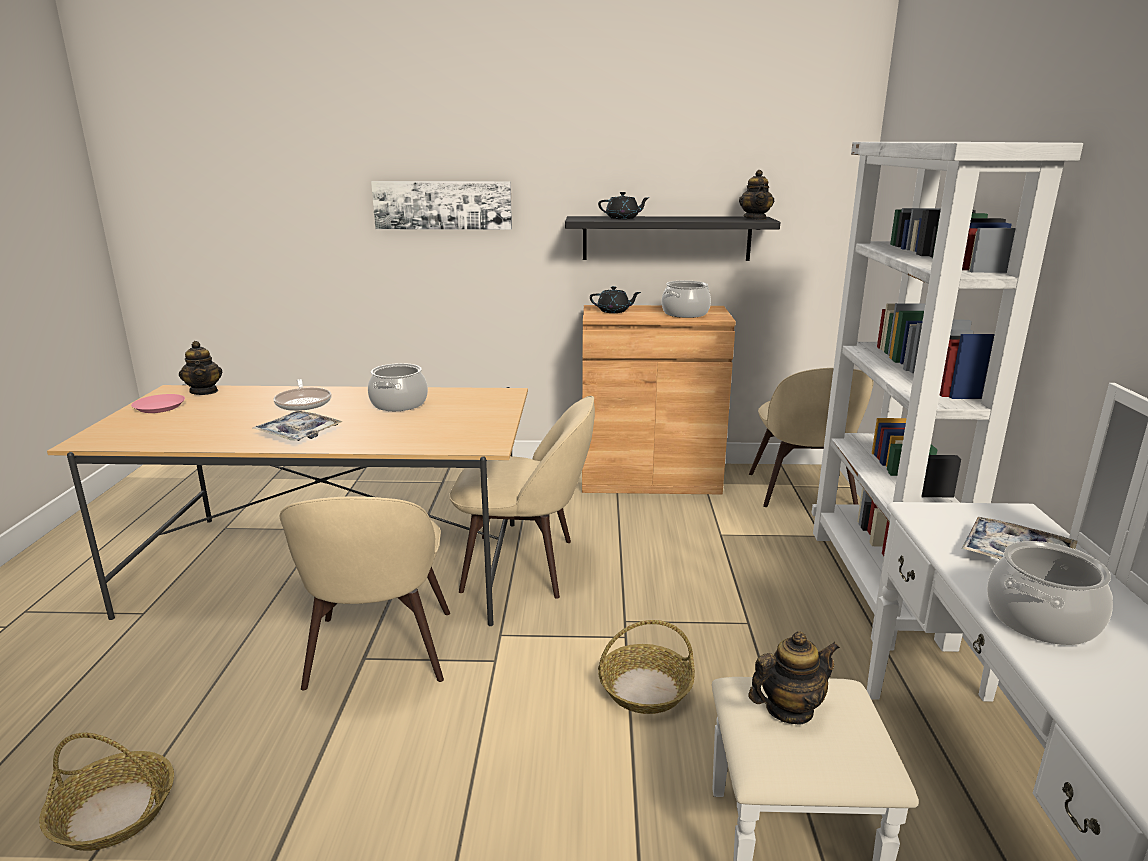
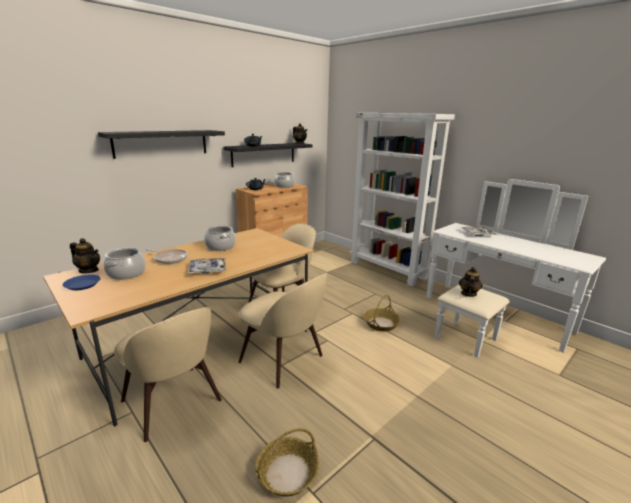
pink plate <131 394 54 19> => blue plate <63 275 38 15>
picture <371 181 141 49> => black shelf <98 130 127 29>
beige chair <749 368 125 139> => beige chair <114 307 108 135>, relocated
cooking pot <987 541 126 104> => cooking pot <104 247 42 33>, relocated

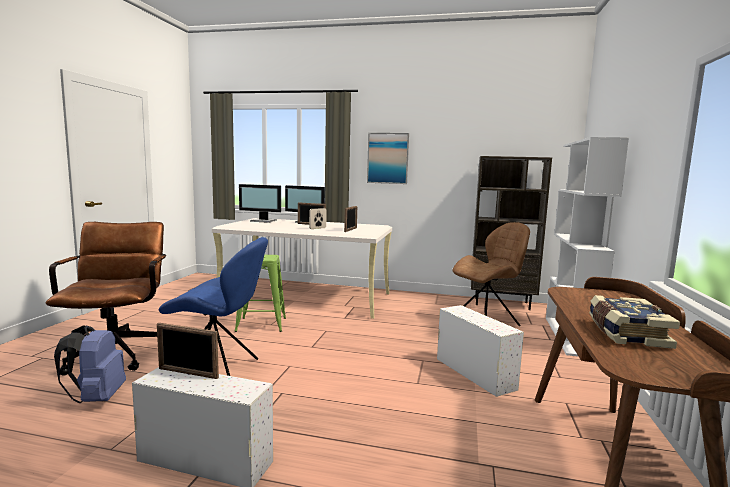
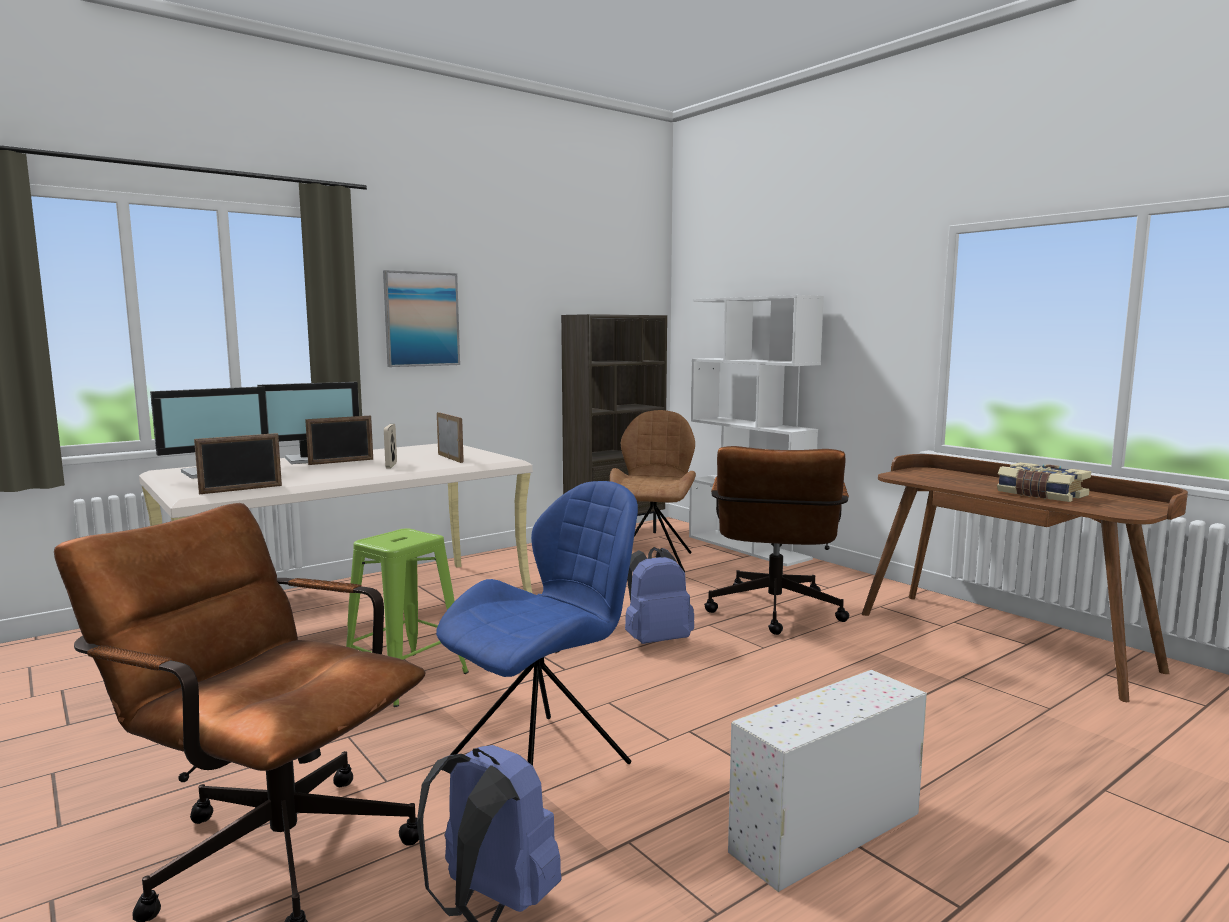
picture frame <157 323 62 56> => picture frame <194 433 88 62>, relocated
white storage box <437 305 87 92> => brown office chair <704 446 145 189>
nothing => blue backpack <625 547 69 97>

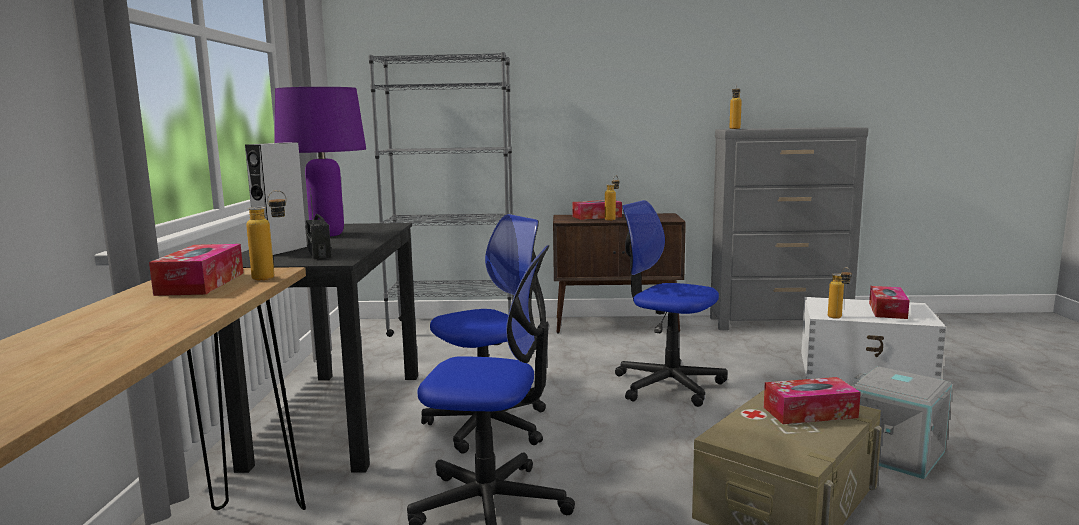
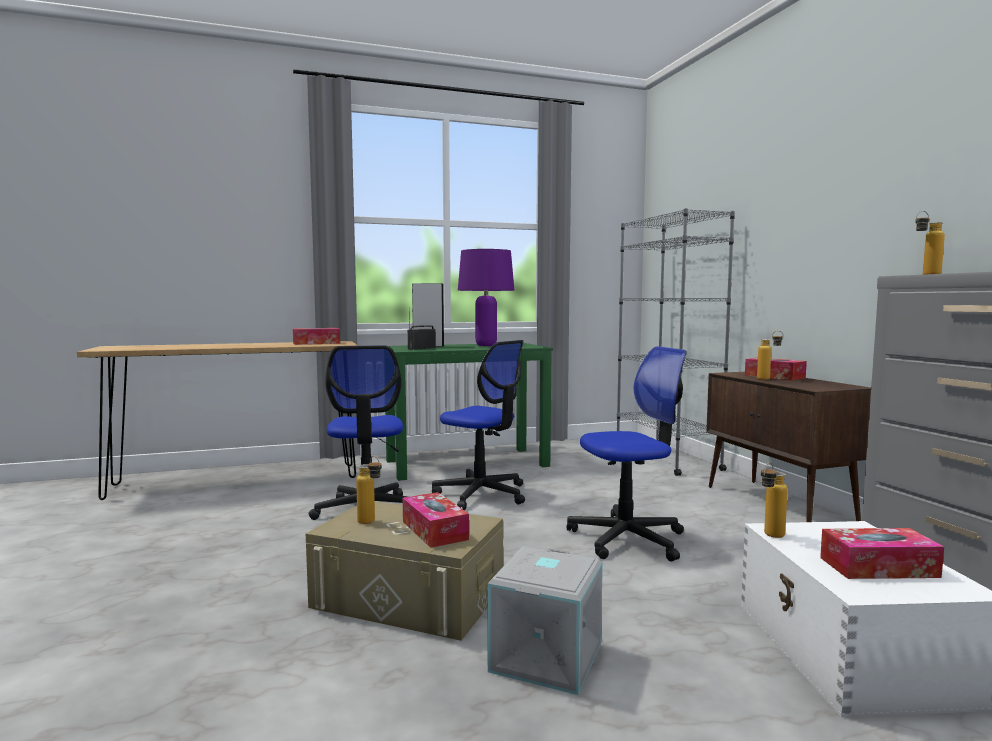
black desk <218 223 200 250> => green desk <385 343 168 138>
bottle <246 190 41 90> => bottle <356 456 25 68>, relocated
office chair <615 200 113 207> => office chair <566 346 121 216>, 60 degrees clockwise

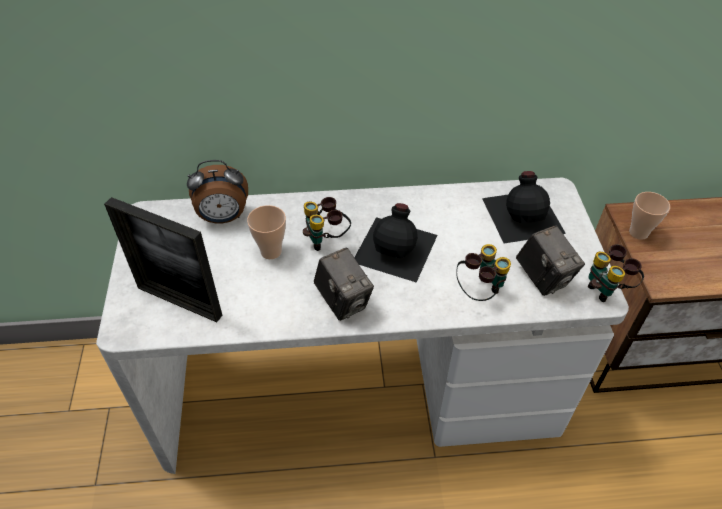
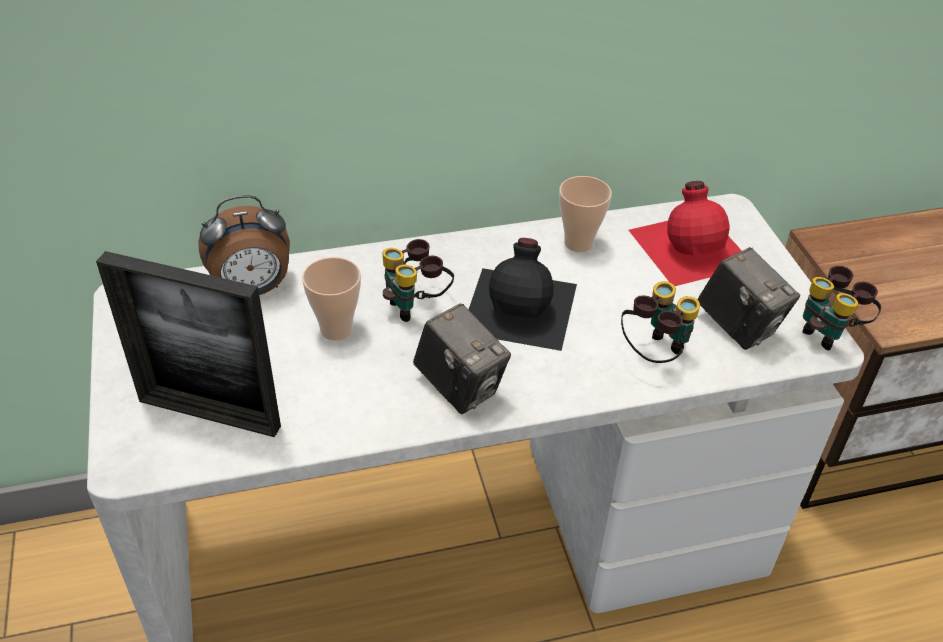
black bottle <482 171 84 73> => red bottle <629 181 113 105>
cup <629 192 41 48> => cup <559 176 53 76>, relocated

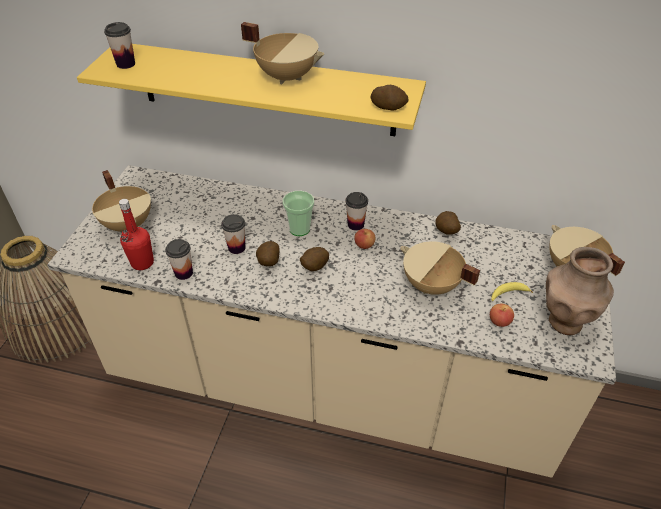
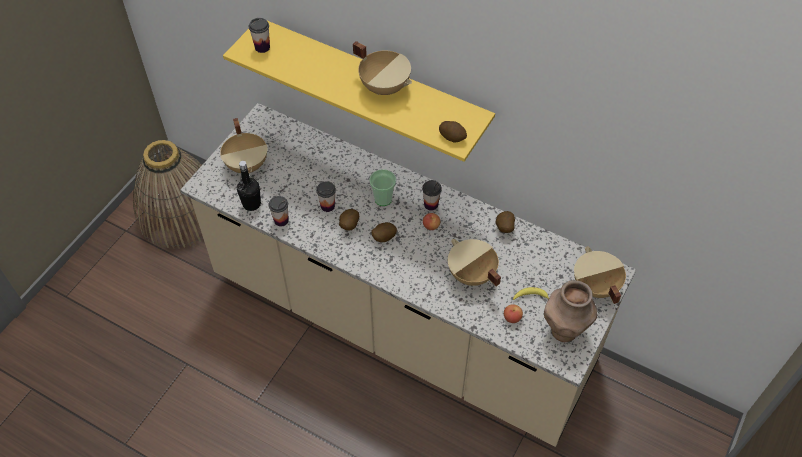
red bottle <119 199 35 71> => black bottle <237 161 24 50>

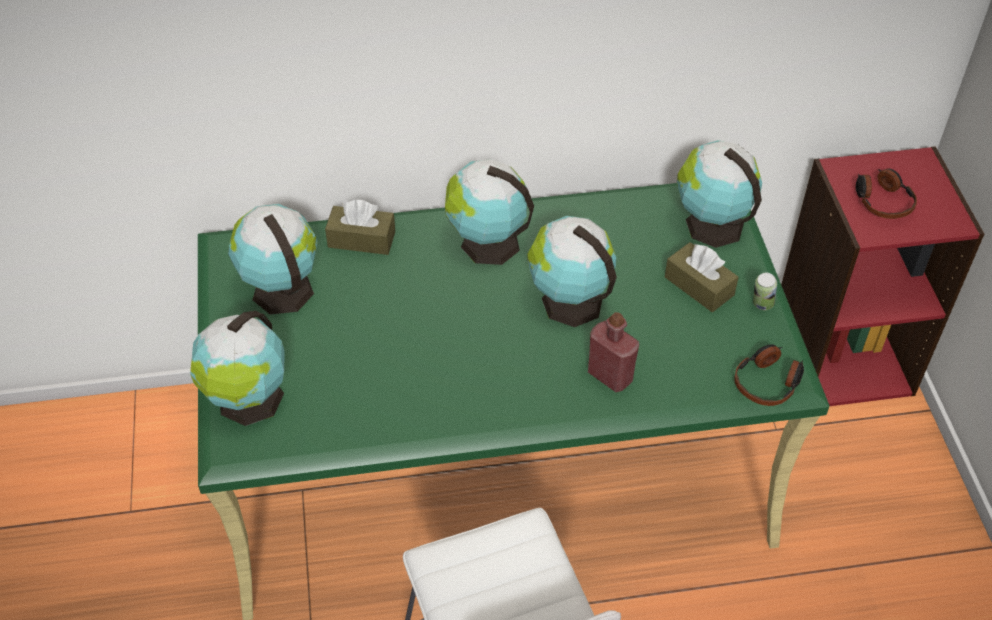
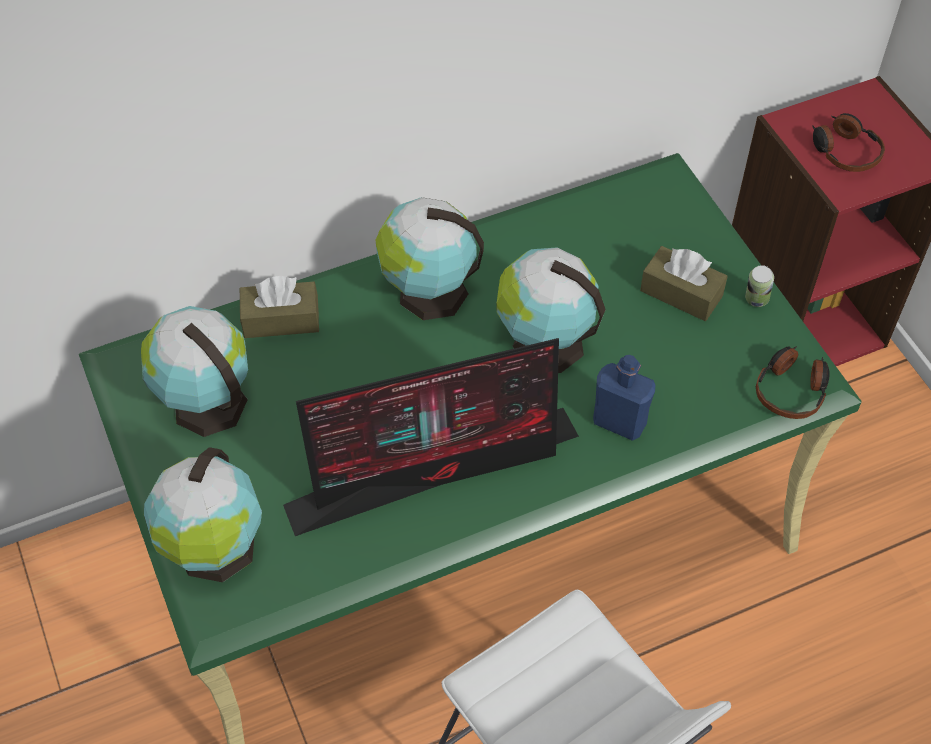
red bottle <588 312 51 80> => blue bottle <593 355 62 86>
globe <677 140 85 108> => nothing
nothing => monitor <283 338 296 198>

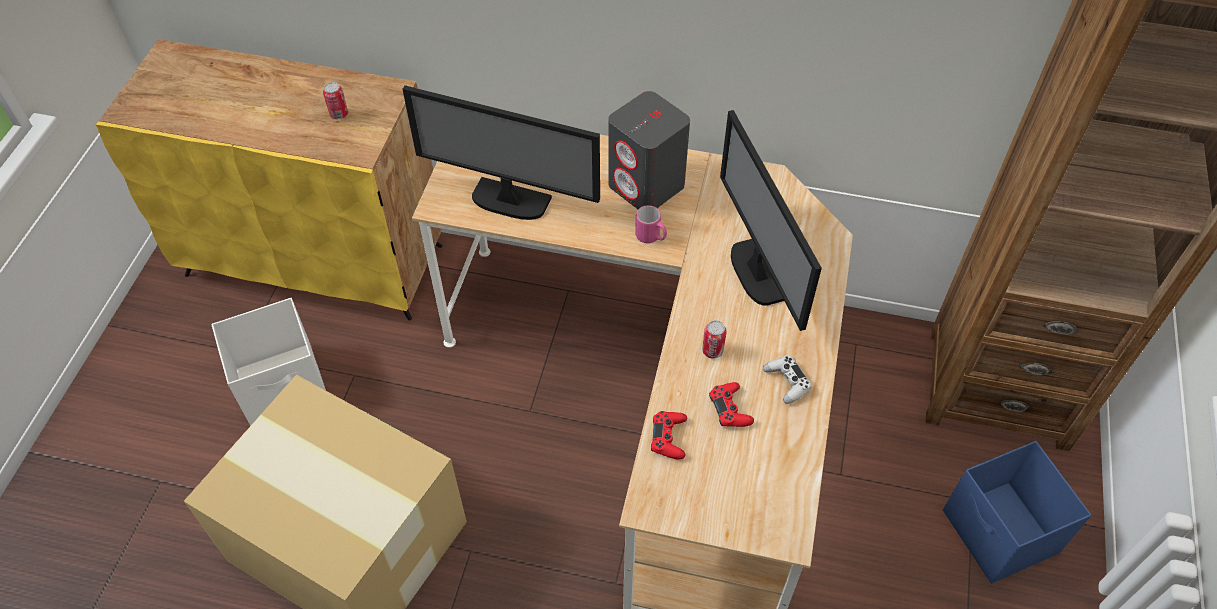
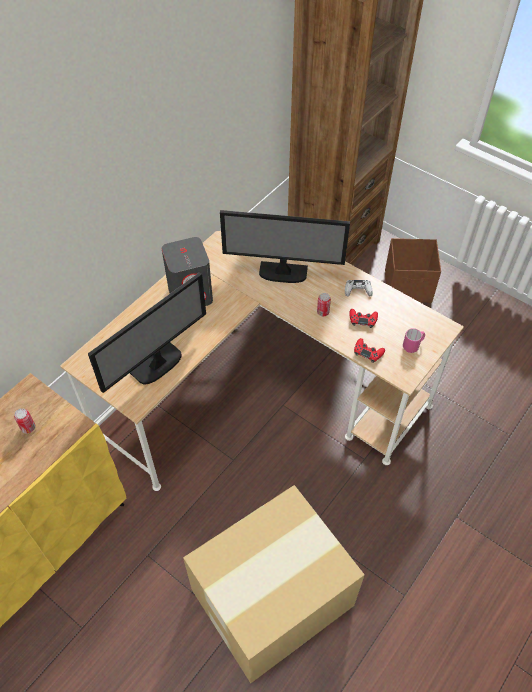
white storage box <211 298 115 128> => nothing
pink mug <635 205 32 38> => pink mug <403 328 22 25>, relocated
blue storage box <943 441 148 143> => brown storage box <385 238 56 65>

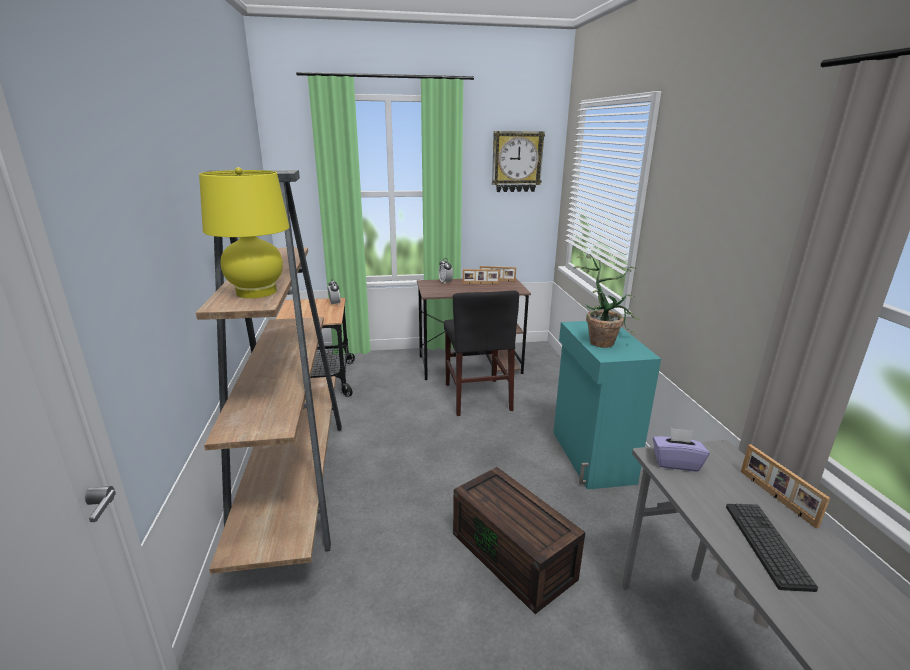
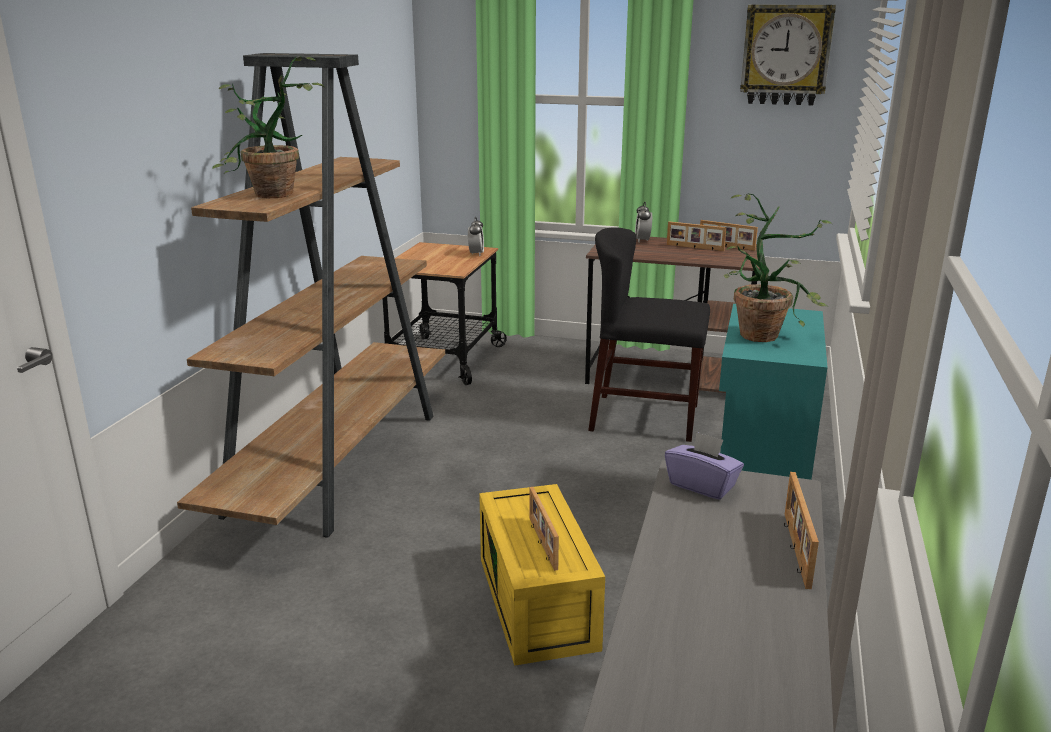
yellow table lamp <199 167 90 131> => potted plant <212 56 113 142>
black chair <444 290 75 126> => black chair <588 227 122 215>, 90 degrees clockwise
brown storage box <453 467 132 147> => yellow storage box <479 484 126 182>
keyboard <726 504 92 88> => nothing
nothing => picture frame <530 487 29 84>

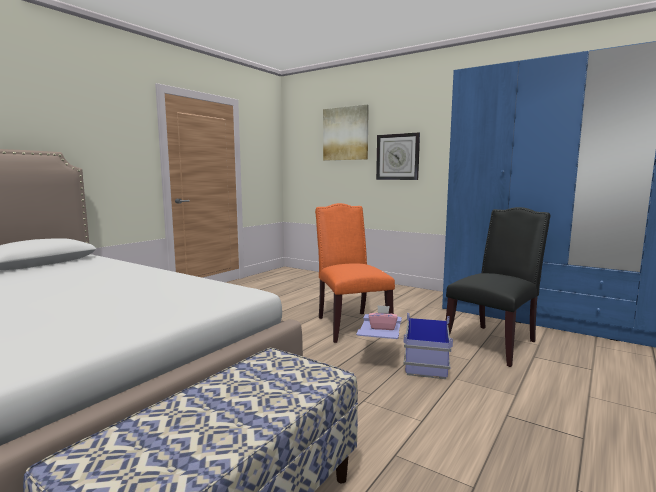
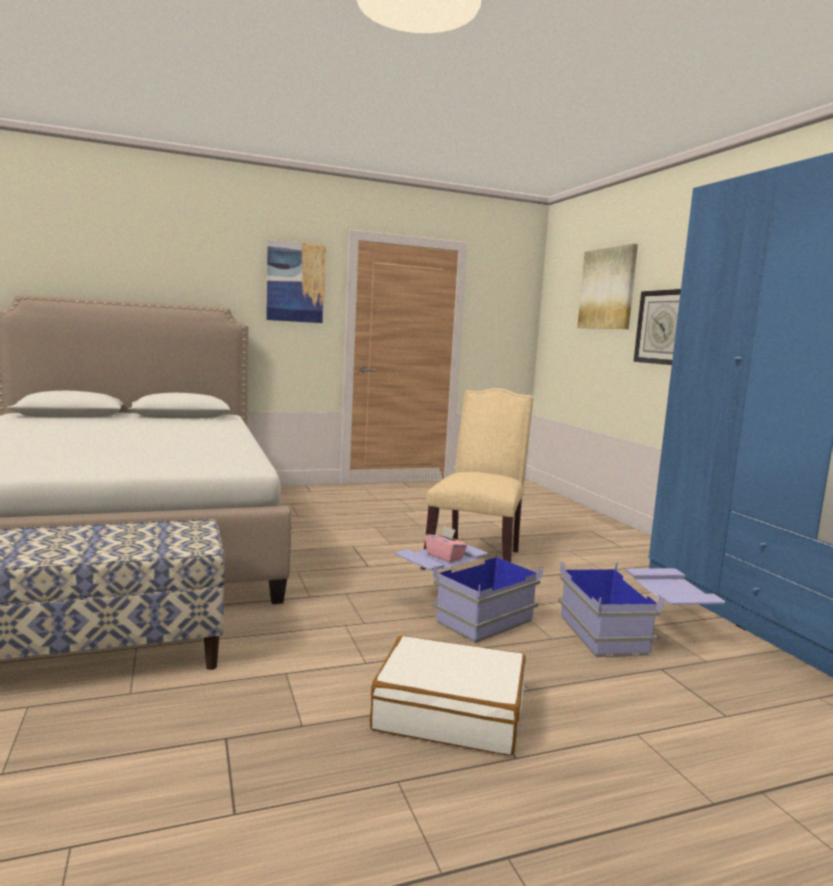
orange chair <315 203 80 140> => beige chair <421 388 112 182>
black chair <446 207 104 160> => blue storage box <558 562 167 95>
nothing => picture <266 240 60 83>
nothing => white suitcase <370 635 156 121>

